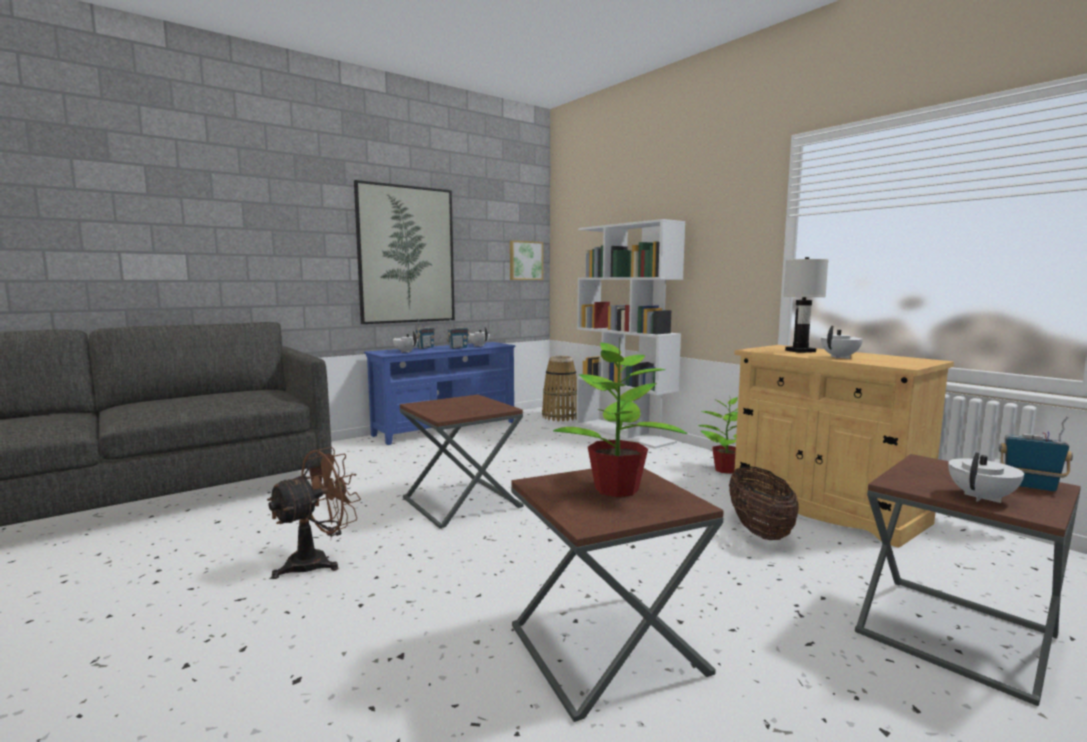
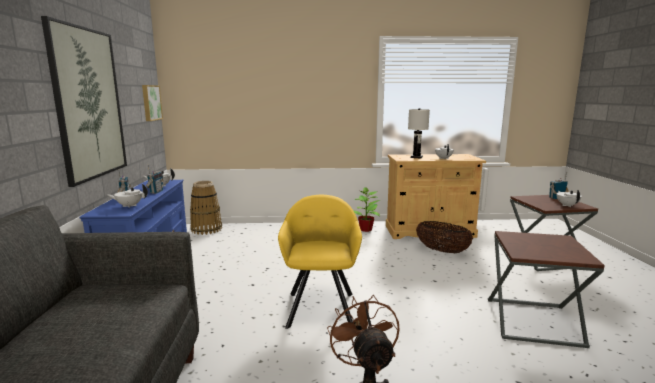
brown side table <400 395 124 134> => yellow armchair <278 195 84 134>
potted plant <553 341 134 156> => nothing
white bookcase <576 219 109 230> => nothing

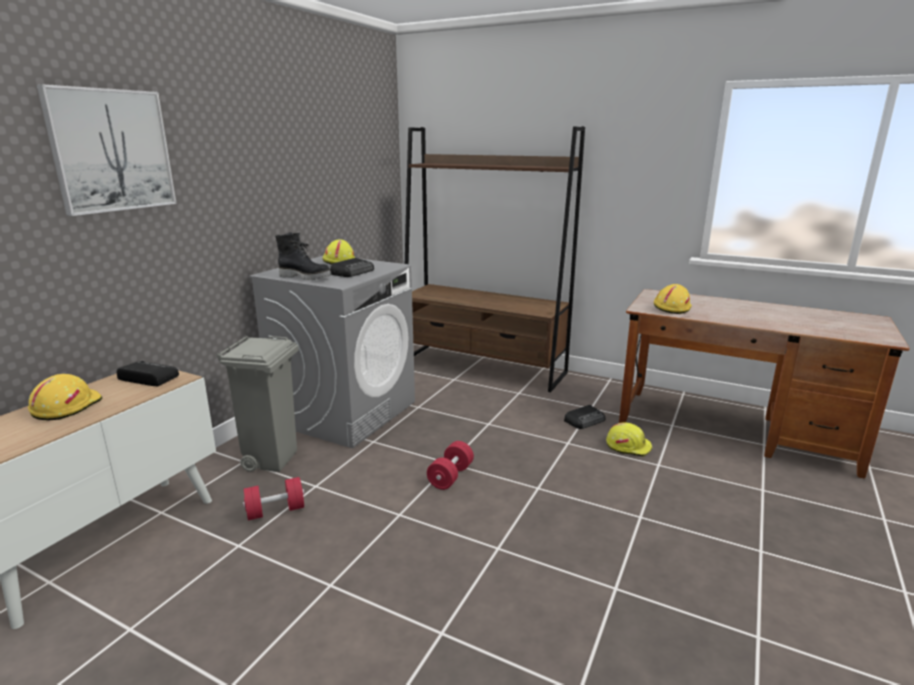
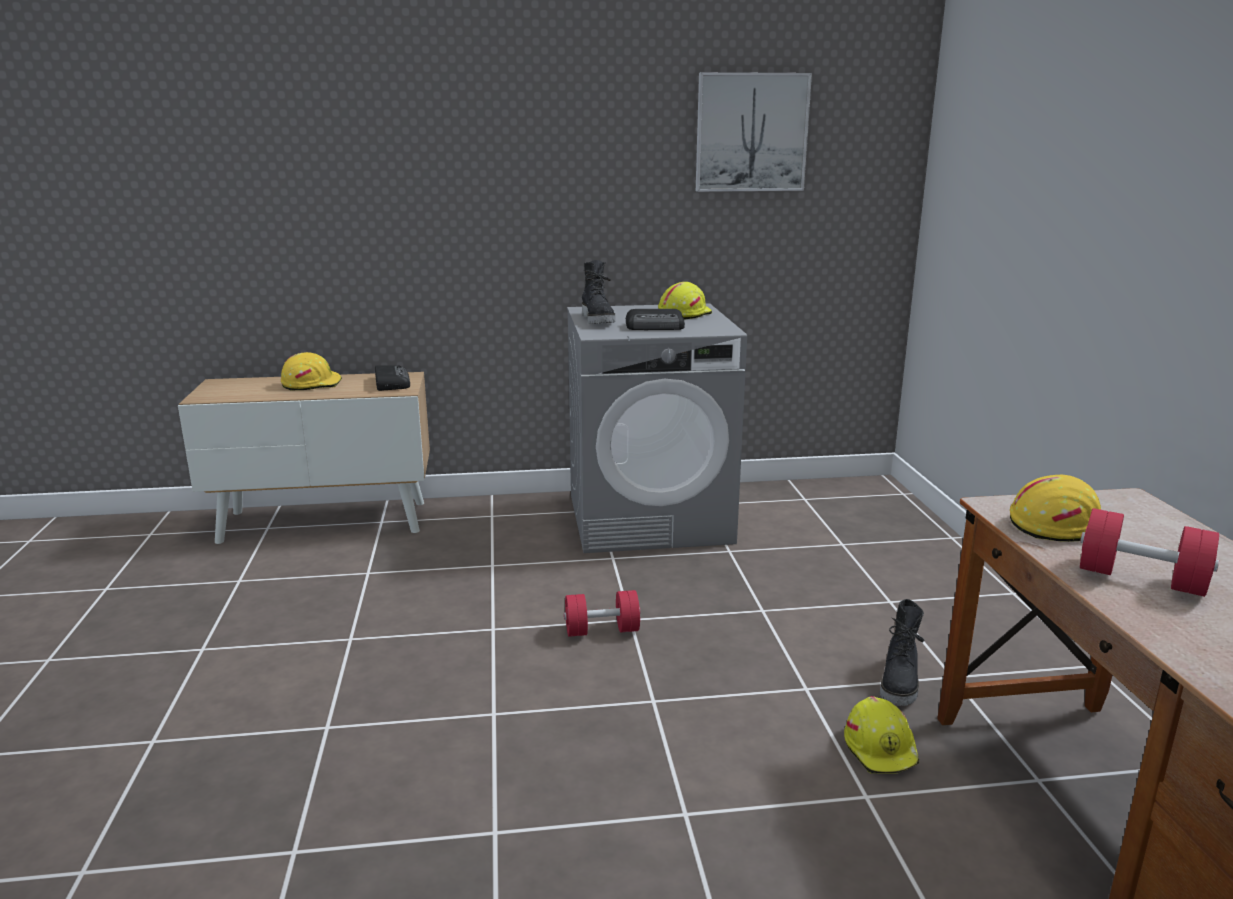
picture <37 84 140 132> => picture <696 72 116 120>, relocated
grey trash can <217 336 82 136> => nothing
red dumbbell <243 477 61 44> => red dumbbell <1080 508 139 89>, relocated
brown bookcase <405 126 180 266> => nothing
radio <564 405 41 24> => black boot <880 599 45 107>

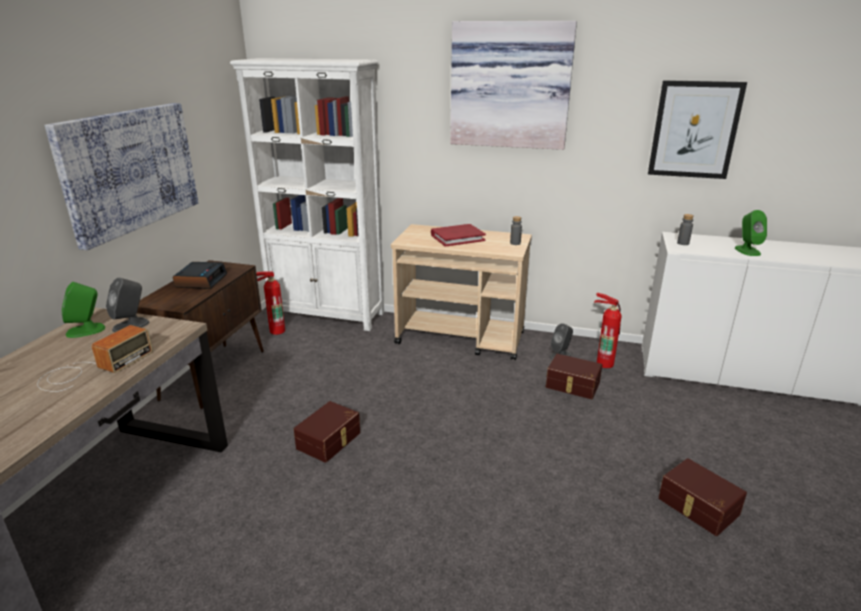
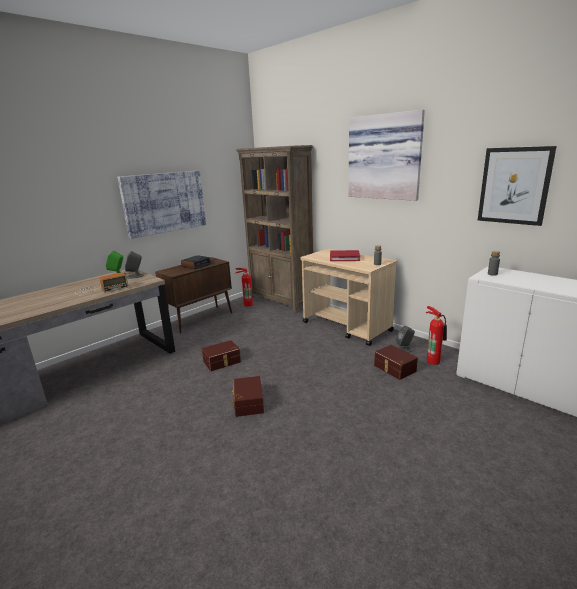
white bookcase <230 58 154 273> => brown bookcase <236 145 77 168>
brown storage box <658 458 89 78> => brown storage box <232 376 32 41>, relocated
green speaker <735 210 32 46> => nothing

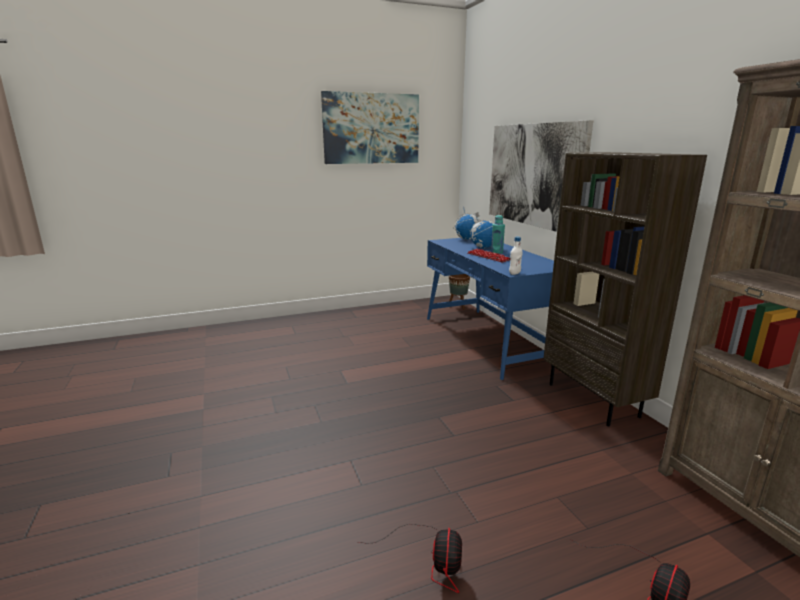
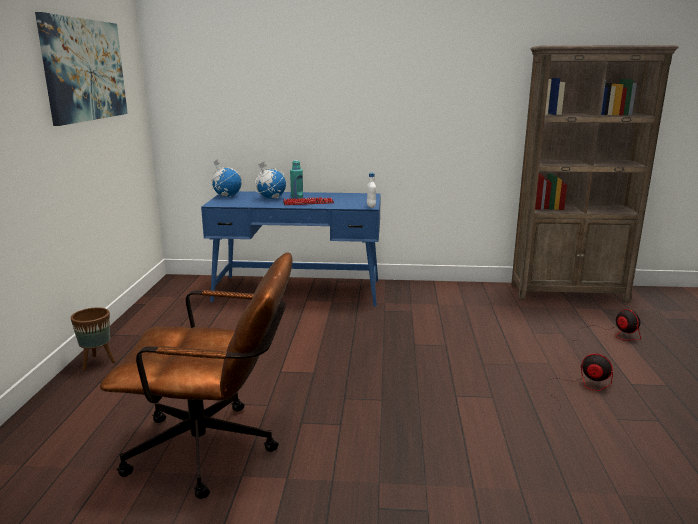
brown planter <449 274 21 35> => brown planter <71 307 44 64>, relocated
picture <489 120 104 112> => nothing
brown bookcase <543 152 164 274> => nothing
nothing => brown office chair <100 252 193 247>

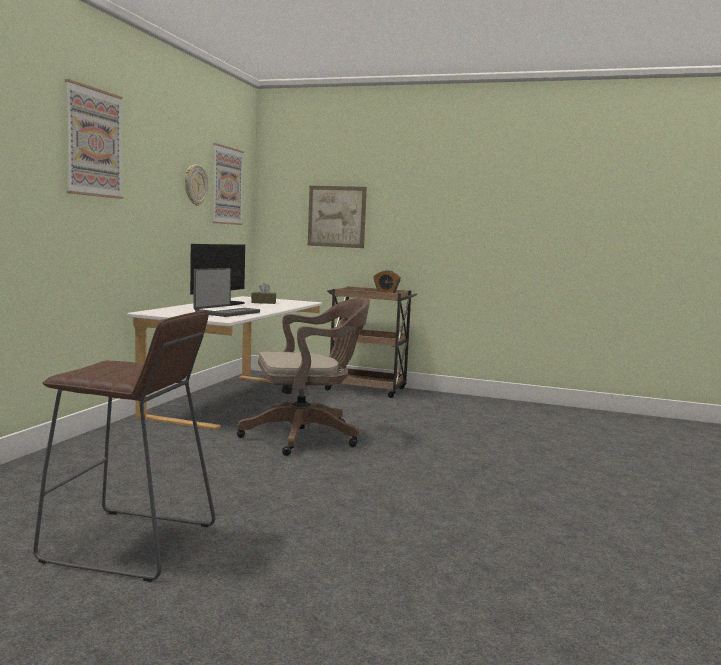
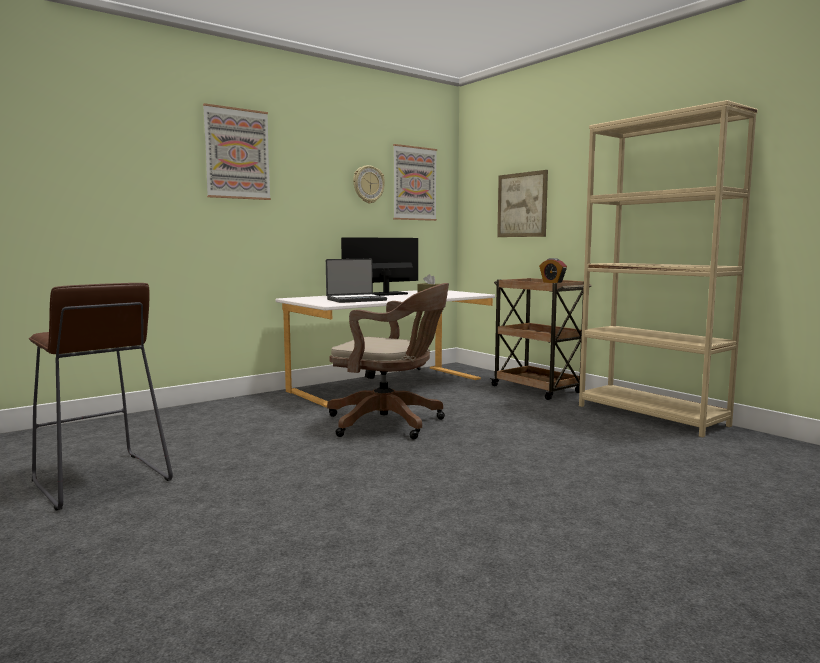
nothing => beige bookcase <579 100 179 338>

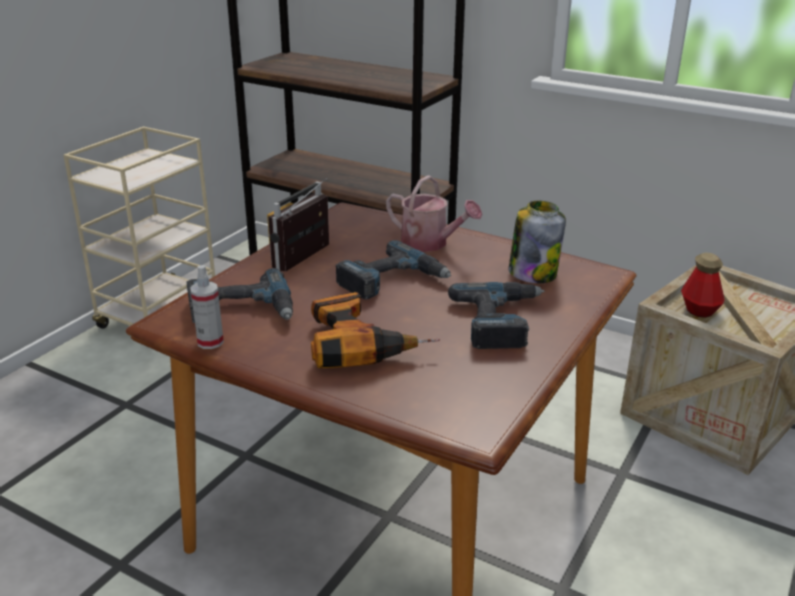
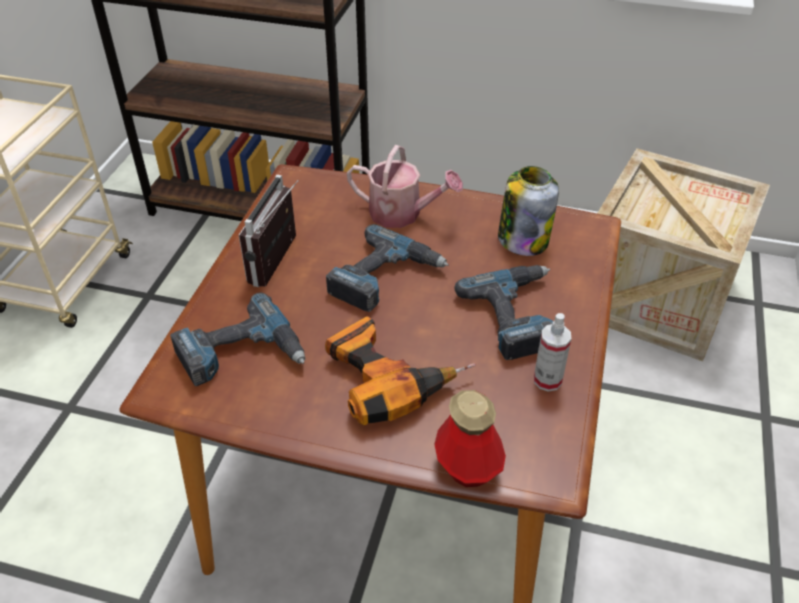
spray bottle <190 265 34 84> => spray bottle <534 313 37 79>, relocated
bottle <681 253 44 65> => bottle <434 390 72 97>, relocated

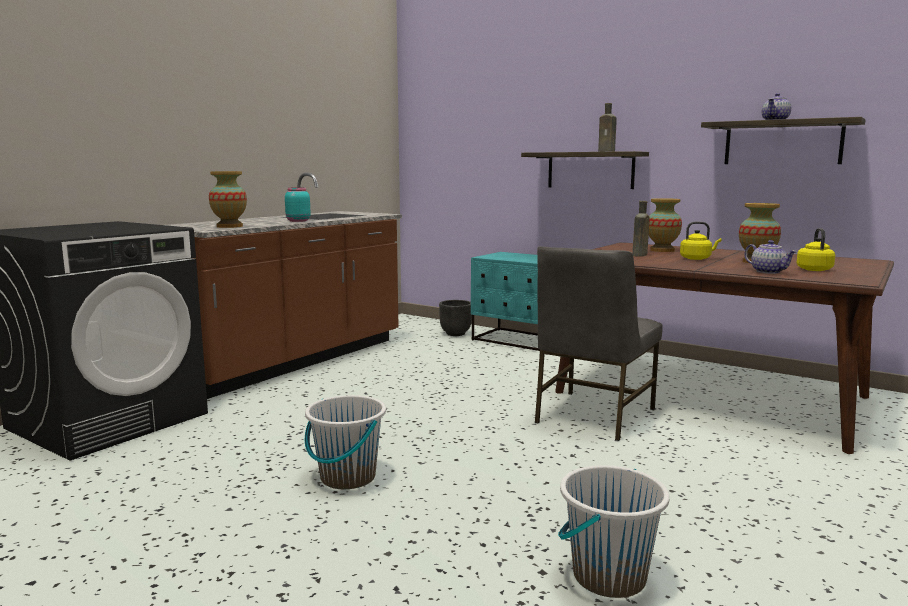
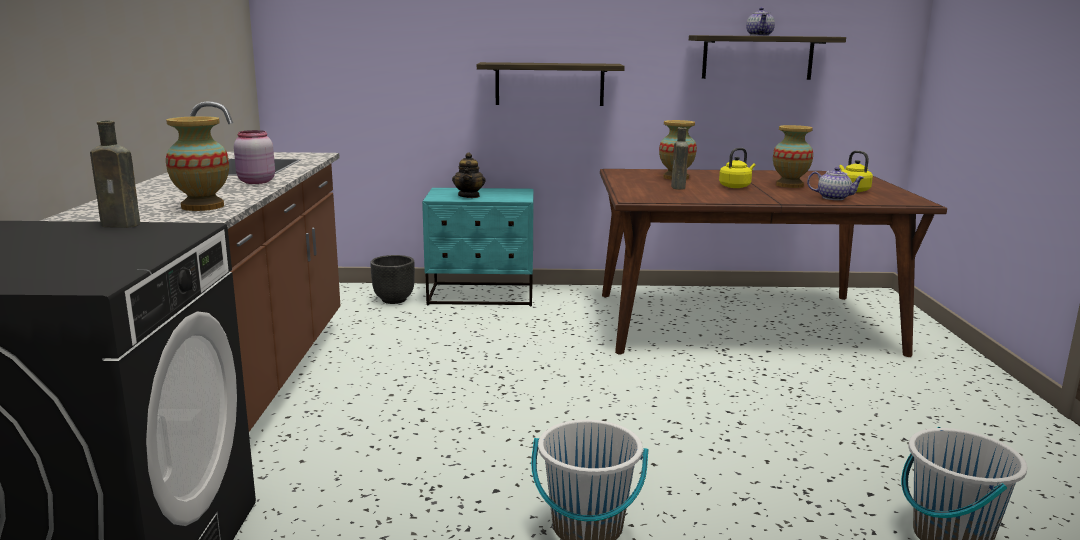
turquoise jar <285 187 26 35> => pink jar <234 130 41 54>
grey chair <535 246 128 195> => nothing
brown bottle <598 103 19 49> => brown bottle <90 121 50 107>, relocated
nothing => teapot <452 152 34 46>

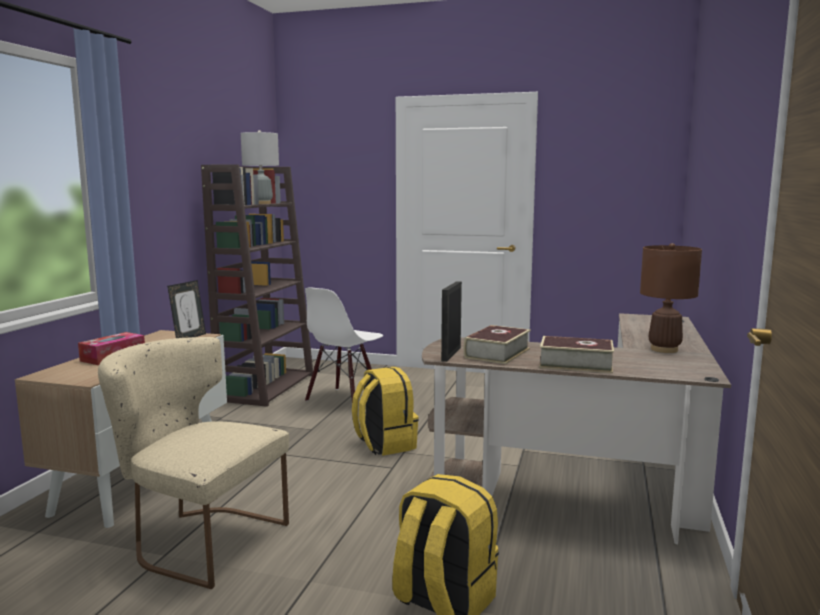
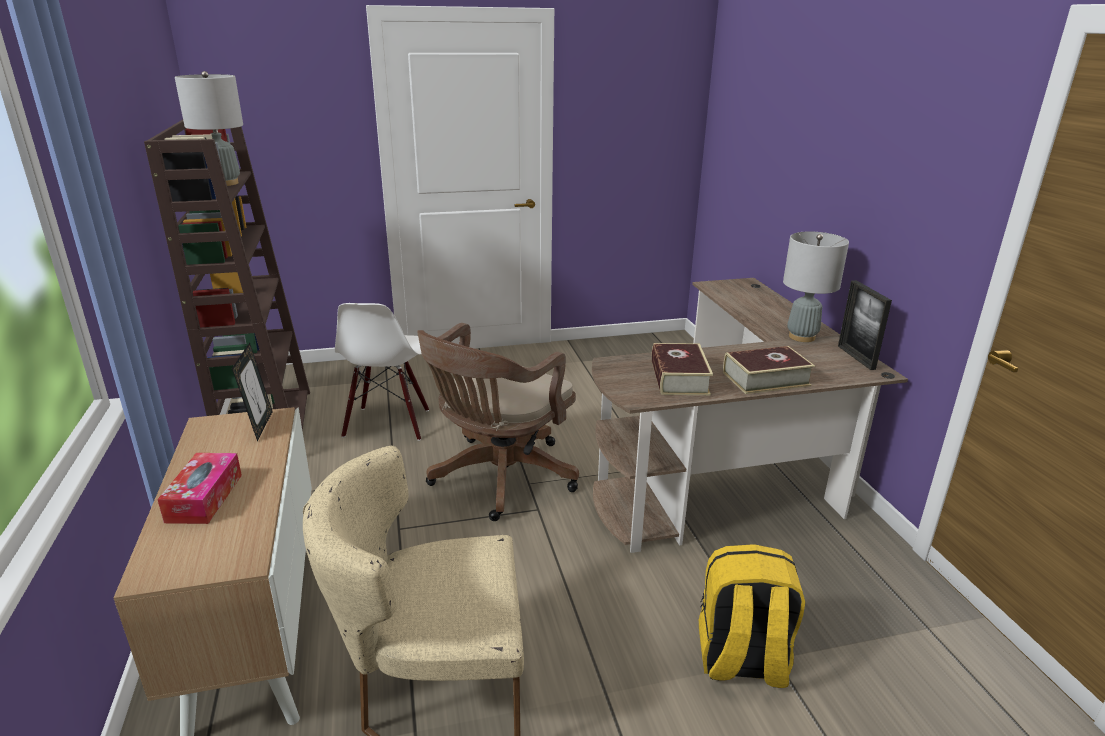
yellow backpack <352 367 67 89> => brown office chair <417 323 162 198>
picture frame <441 281 21 81> => picture frame <838 280 54 90>, relocated
brown table lamp <640 243 62 110> => grey table lamp <783 232 66 110>

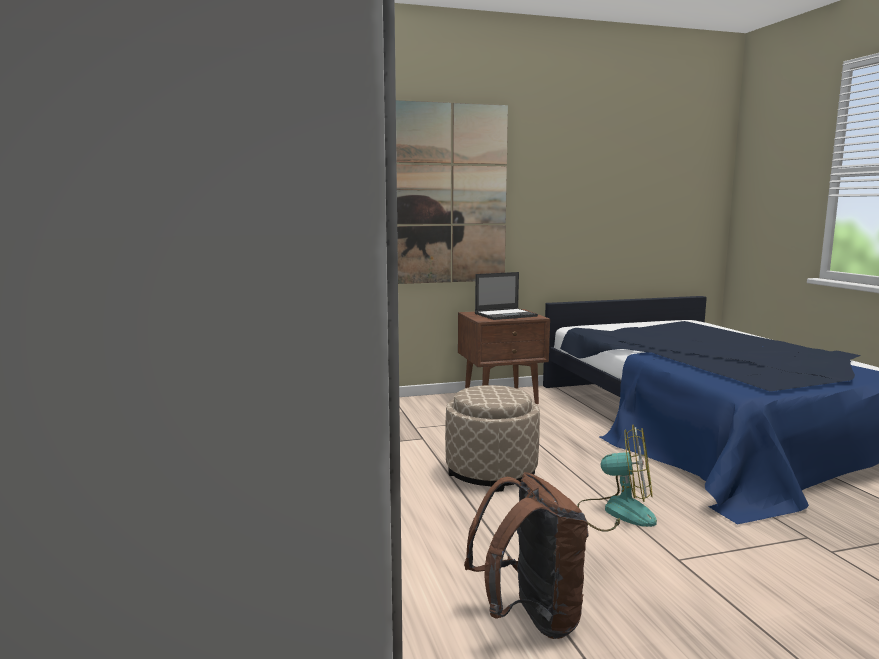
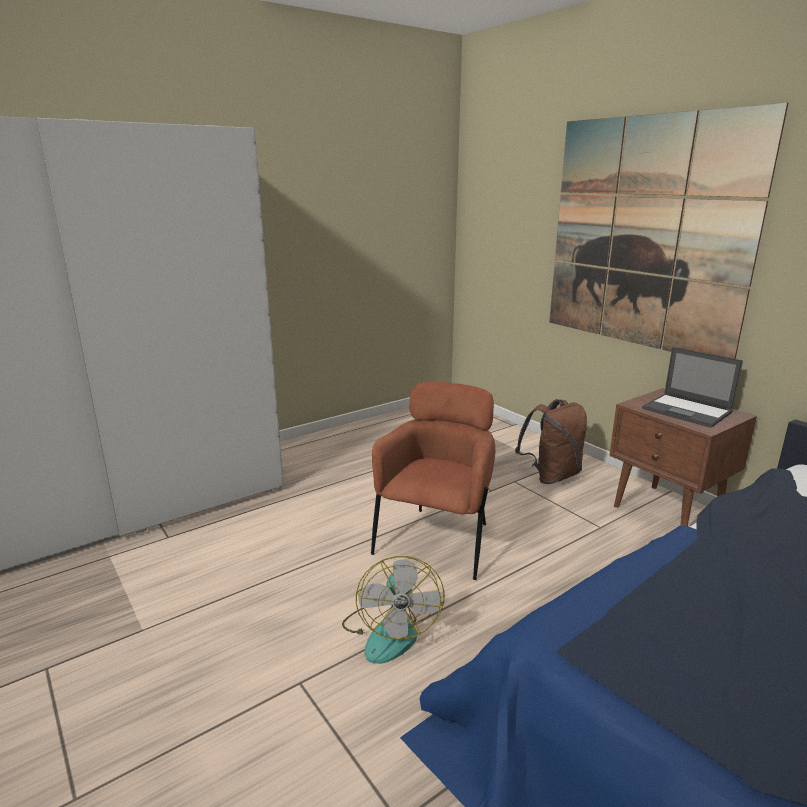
beige ottoman <445 385 95 107> => brown armchair <370 382 125 198>
brown backpack <464 472 125 167> => brown backpack <515 399 72 85>, relocated

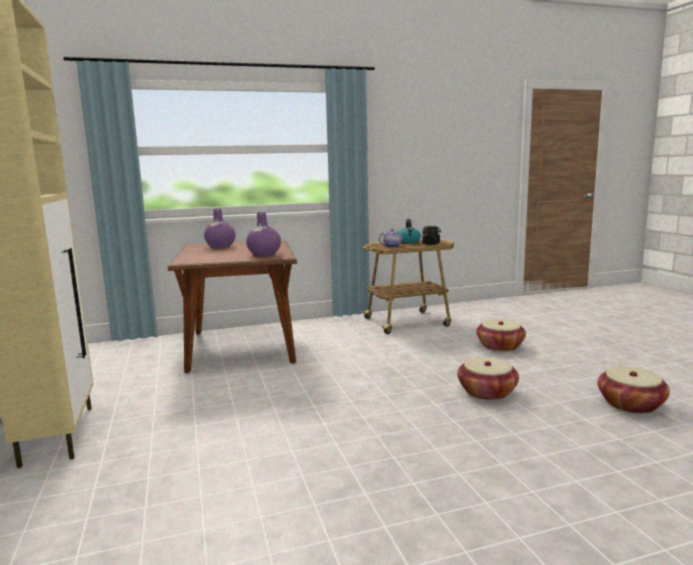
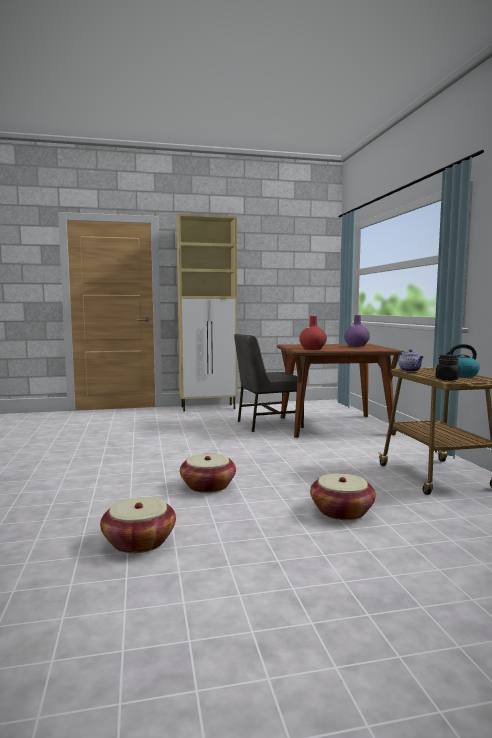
purple vase <246 212 35 44> => red vase <299 316 28 34>
nothing => grey chair <234 333 70 99>

